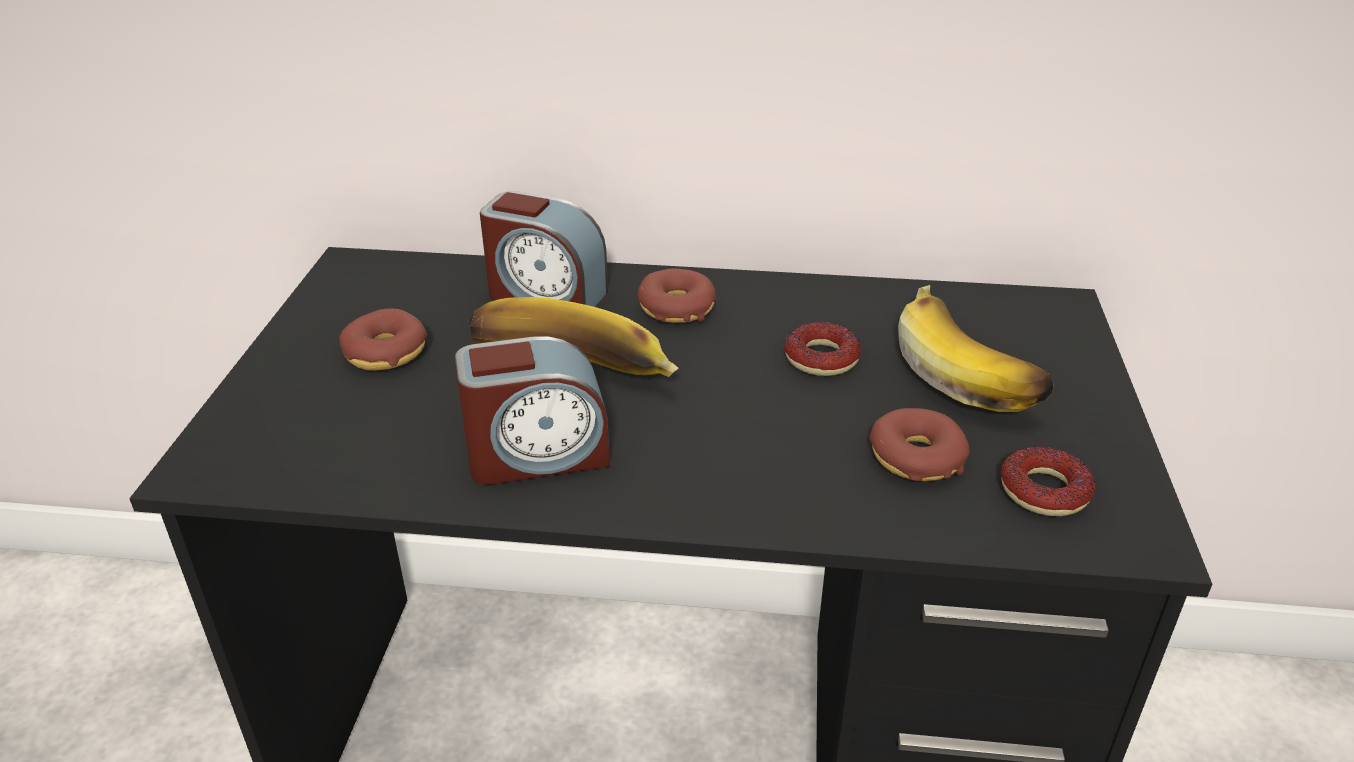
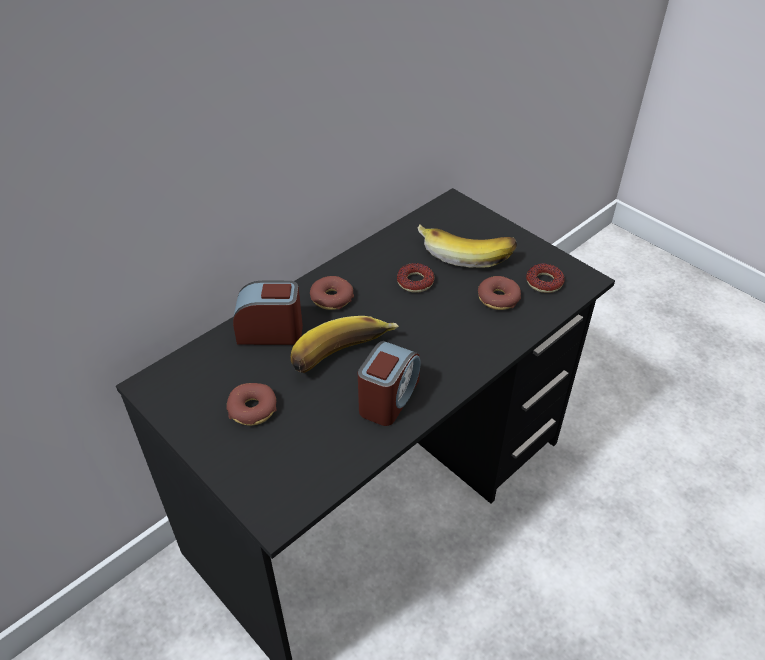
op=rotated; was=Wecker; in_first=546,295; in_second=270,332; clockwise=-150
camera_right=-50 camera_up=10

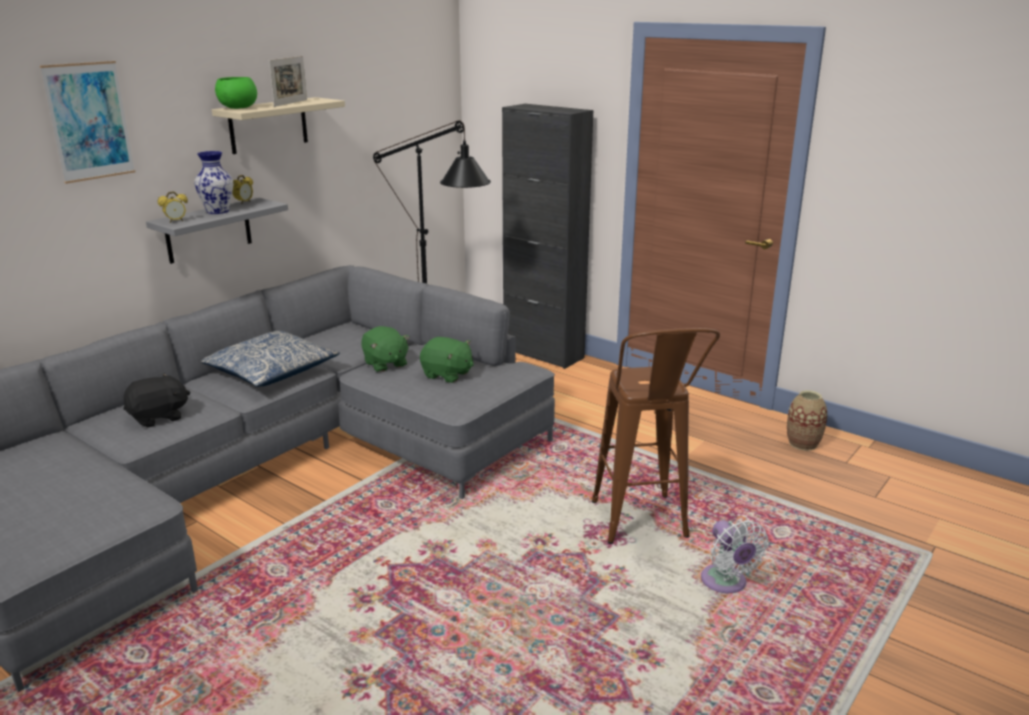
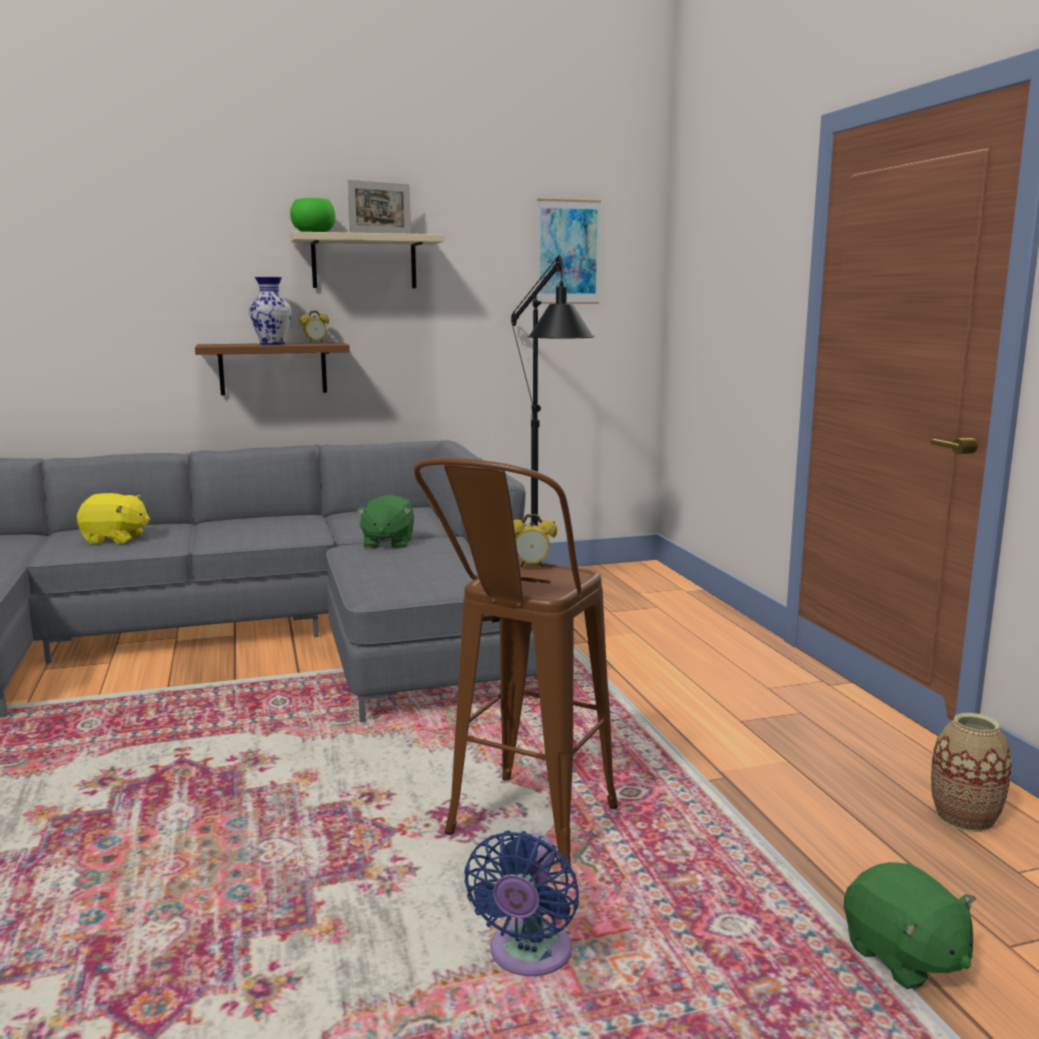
op=shifted; was=Bild; in_first=89,121; in_second=568,252
op=repainted; was=Plüschtier (schwarz); now=Plüschtier (gelb); in_first=159,417; in_second=115,539
op=repainted; was=Wandregal (grau); now=Wandregal (braun); in_first=208,230; in_second=273,368
op=shifted; was=Wecker; in_first=176,221; in_second=531,566
op=gone; was=Kissen; in_first=271,371
op=shifted; was=Plüschtier (grün); in_first=447,375; in_second=904,957
op=gone; was=Schrank (schwarz); in_first=543,353
op=repainted; was=Ventilator (weiß); now=Ventilator (blau); in_first=726,583; in_second=528,956
camera_right=35 camera_up=-10

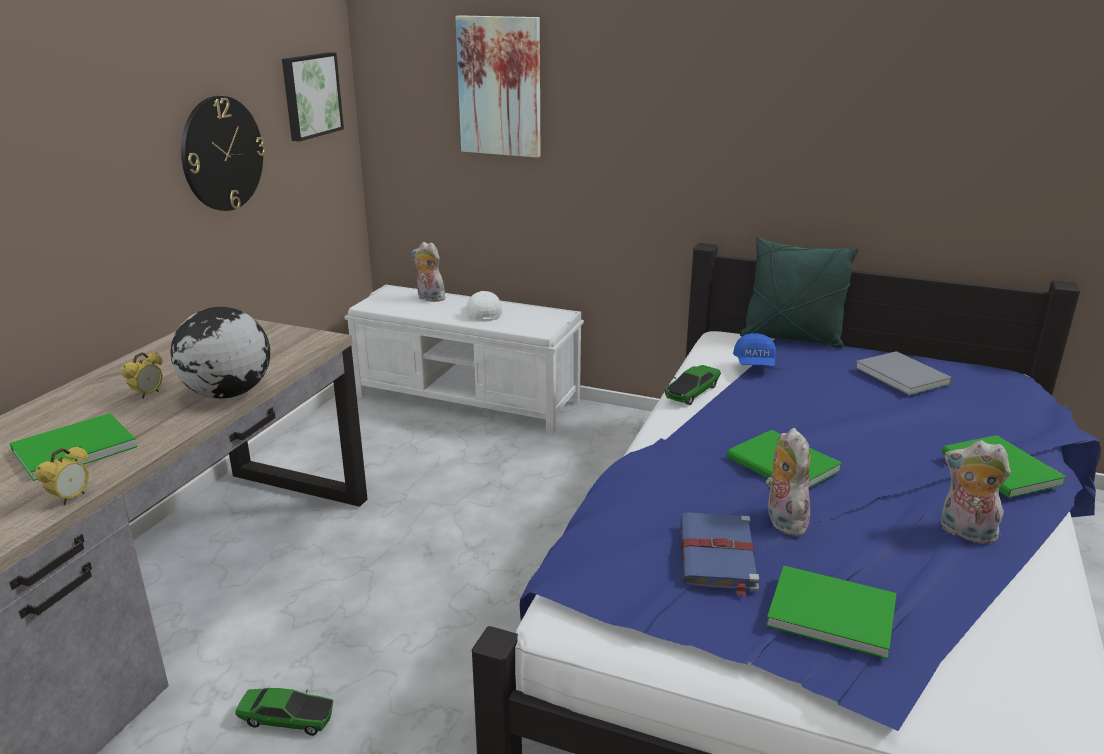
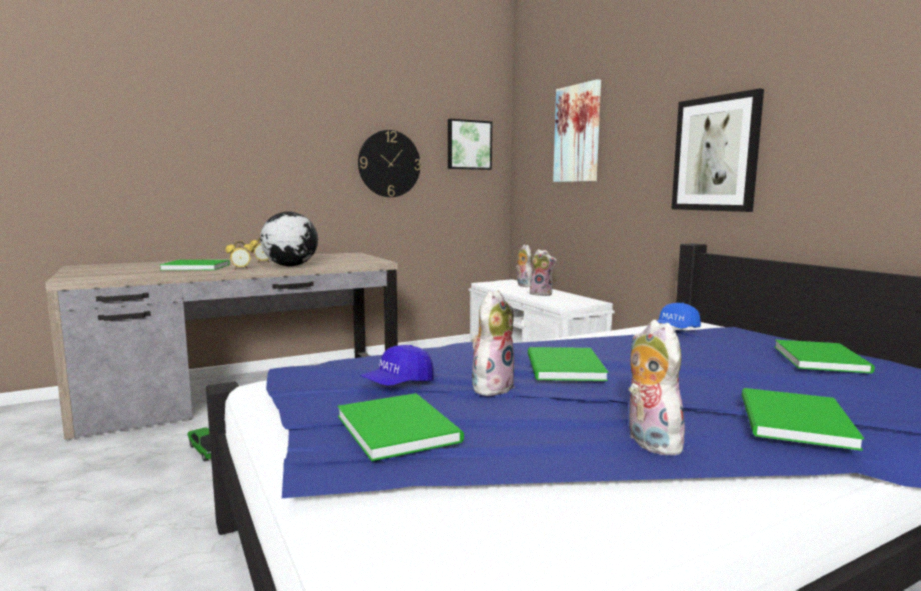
op=shifted; was=Wecker; in_first=71,498; in_second=241,269
op=swapped; was=Kappe (weiß); now=Plüschtier; in_first=483,313; in_second=542,294
op=gone; was=Spielzeugauto; in_first=692,392
op=swapped; was=Buch (blau); now=Kappe (blau); in_first=717,556; in_second=398,384
op=gone; was=Kissen (grün); in_first=791,338
op=repainted; was=Buch (grau); now=Buch (grün); in_first=902,374; in_second=821,358
op=new; now=Bild; in_second=716,154
camera_right=40 camera_up=-15

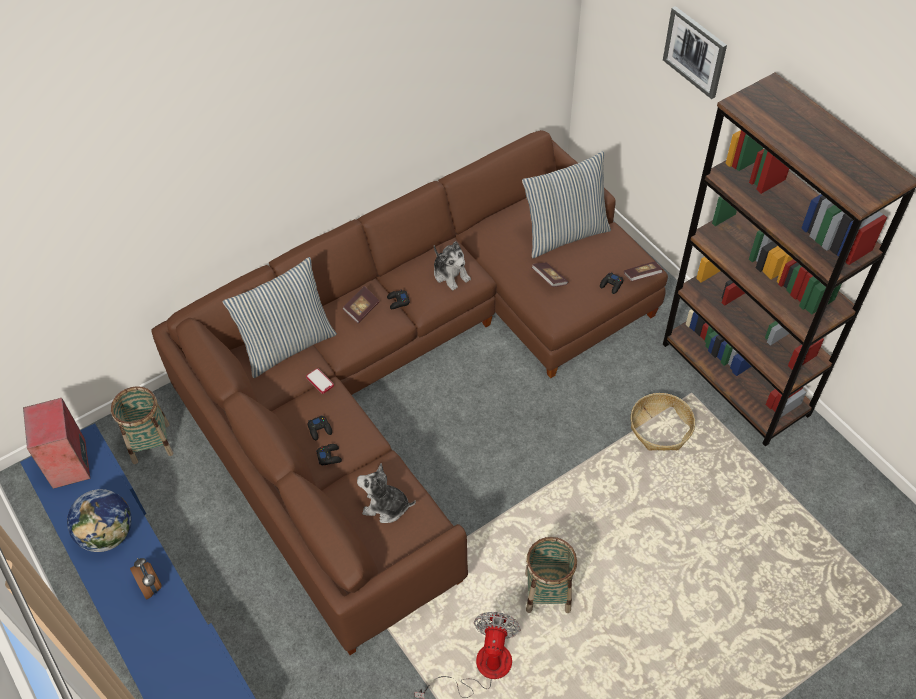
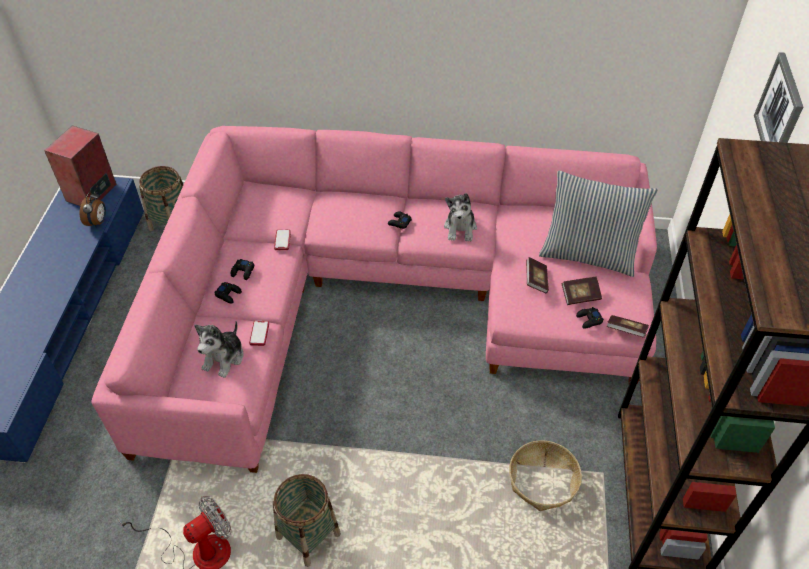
op=gone; was=Globus; in_first=108,534
op=shifted; was=Wecker; in_first=151,586; in_second=98,222
op=repainted; was=Sofa (braun); now=Sofa (rosa); in_first=410,375; in_second=384,296
op=gone; was=Kissen; in_first=287,345
op=shifted; was=Buch; in_first=361,309; in_second=580,296
op=rotated; was=Plüschtier; in_first=386,506; in_second=224,358; clockwise=-120
op=new; now=Handy; in_second=259,333
camera_right=40 camera_up=-5

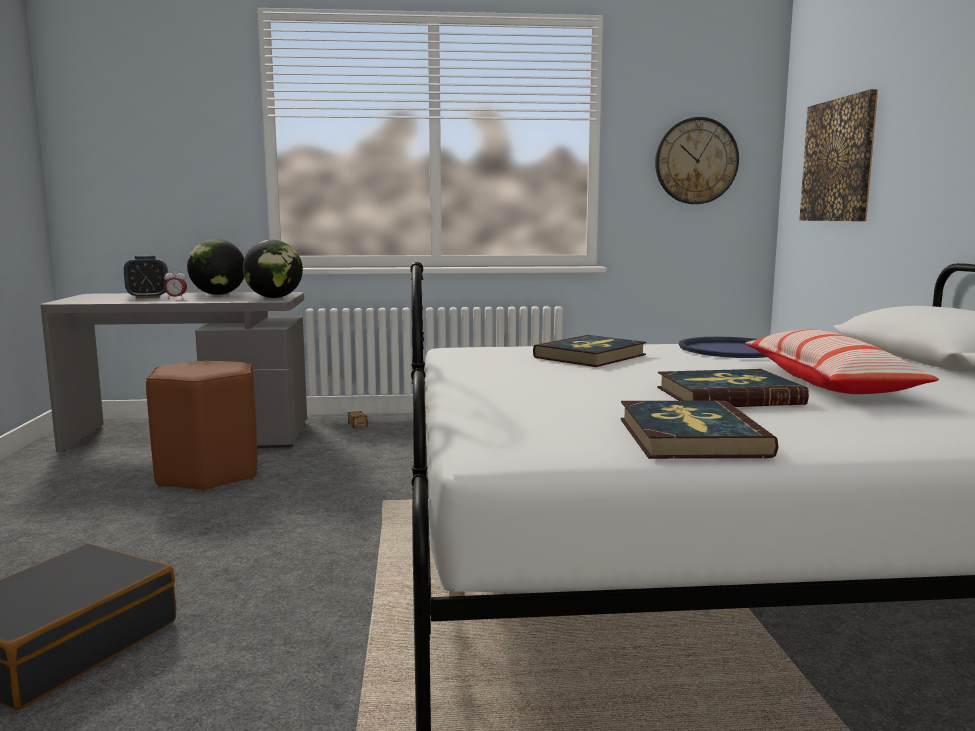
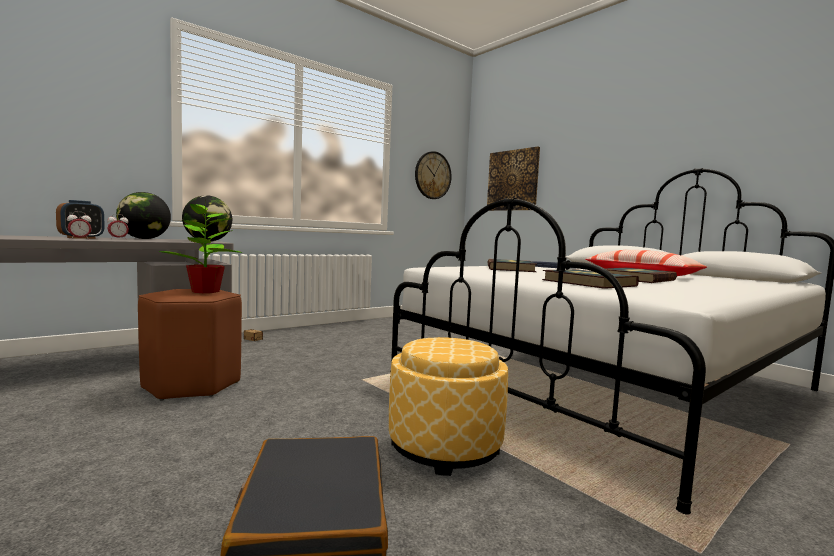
op=shifted; was=Buch; in_first=690,437; in_second=588,283
op=new; now=Wecker; in_second=79,239
op=new; now=Topfpflanze; in_second=205,291
op=new; now=Polsterhocker; in_second=445,446
camera_right=-35 camera_up=-5

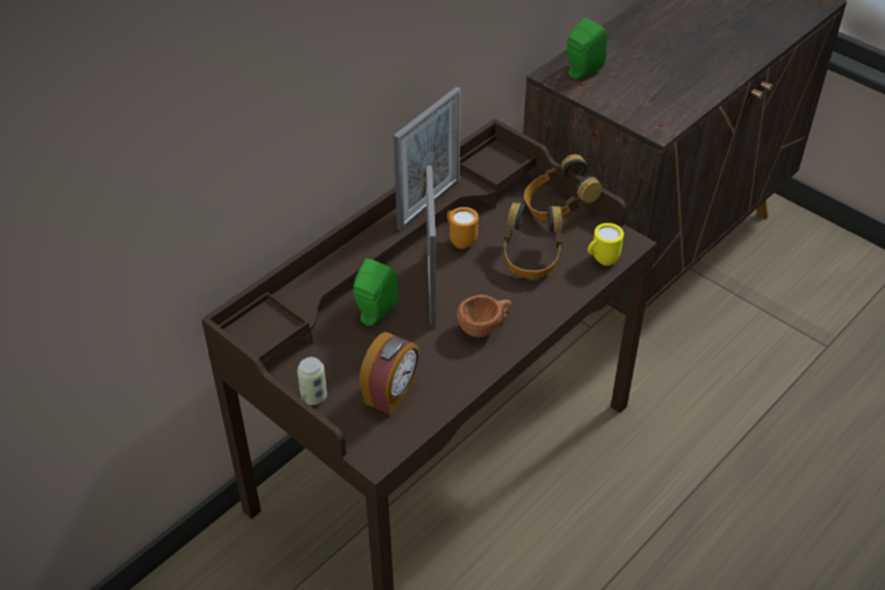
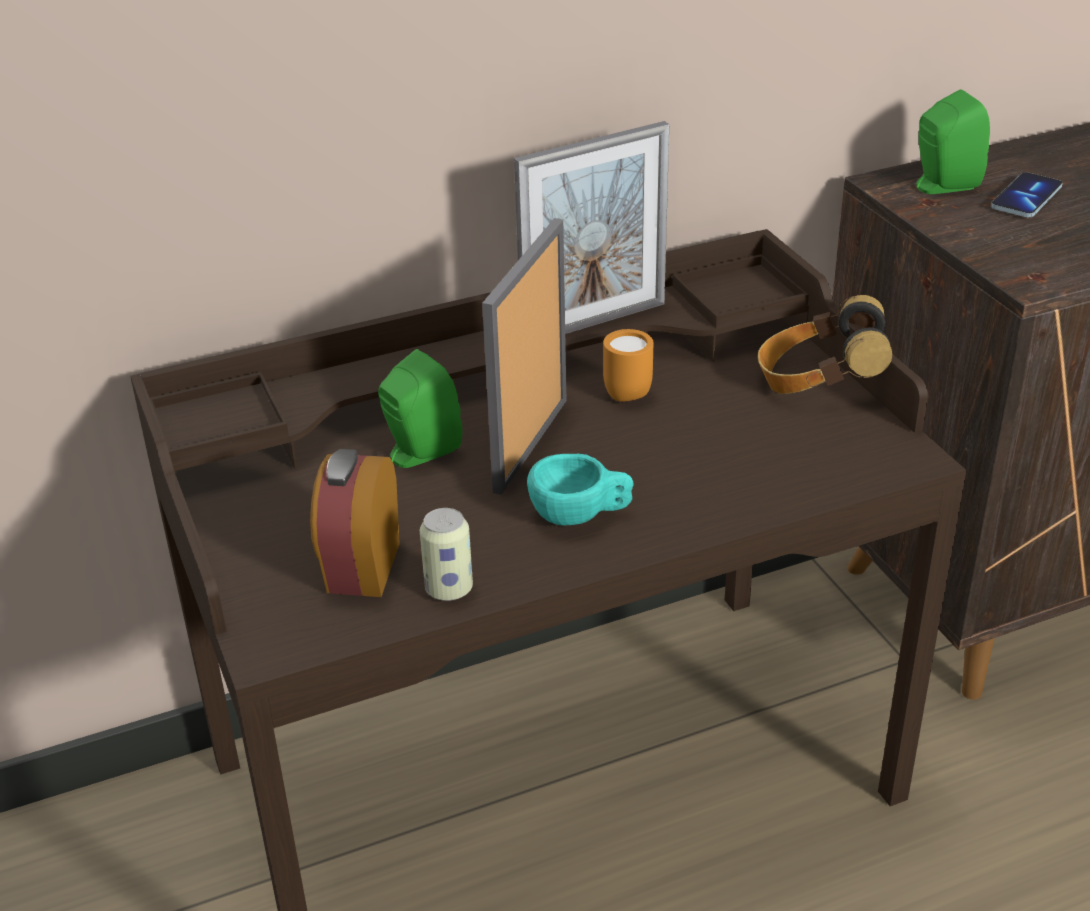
op=shifted; was=Dose; in_first=314,397; in_second=449,589
op=rotated; was=Wecker; in_first=391,394; in_second=361,567; clockwise=135
op=repainted; was=Tasse (braun); now=Tasse (türkis); in_first=485,327; in_second=580,515
op=gone; was=Kopfhörer; in_first=531,258
op=gone; was=Henkelbecher (gelb); in_first=601,261
op=new; now=Handy; in_second=1026,198
camera_right=25 camera_up=-10

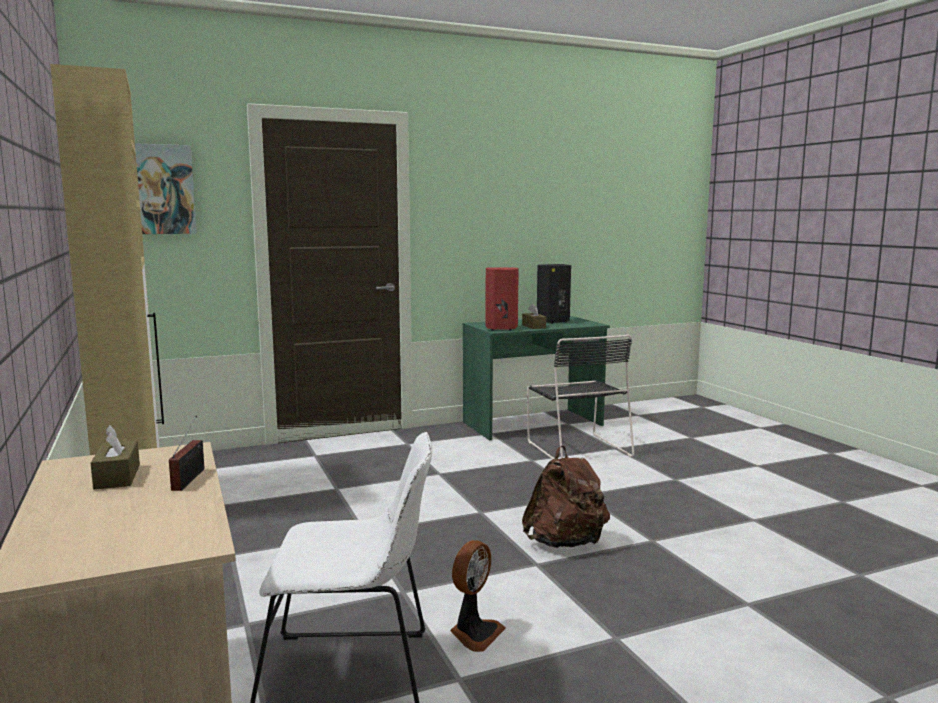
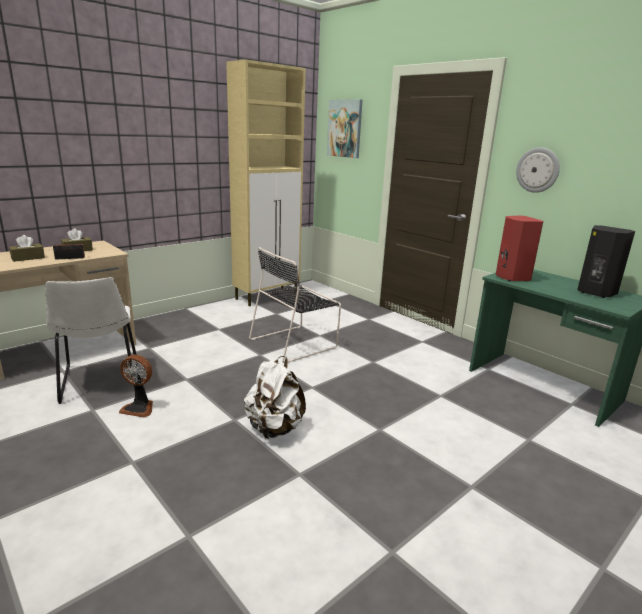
op=shifted; was=Taschentuchbox (braun); in_first=533,326; in_second=28,258
op=repainted; was=Rucksack (braun); now=Rucksack (weiß); in_first=565,543; in_second=274,428
op=shifted; was=Stuhl (schwarz); in_first=577,448; in_second=295,343
op=new; now=Wanduhr; in_second=538,170
camera_right=70 camera_up=10

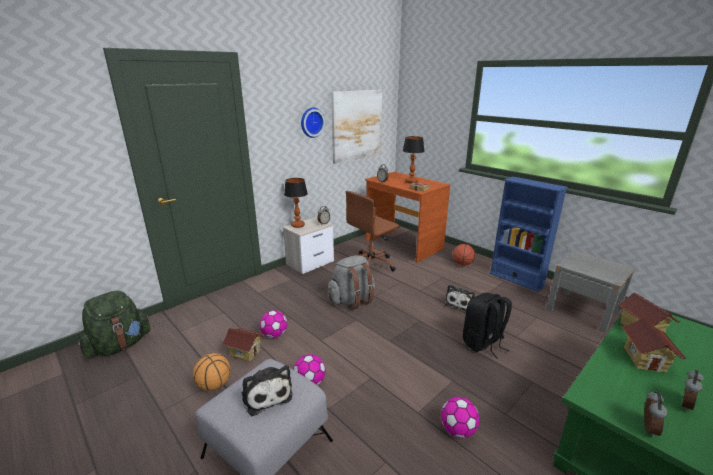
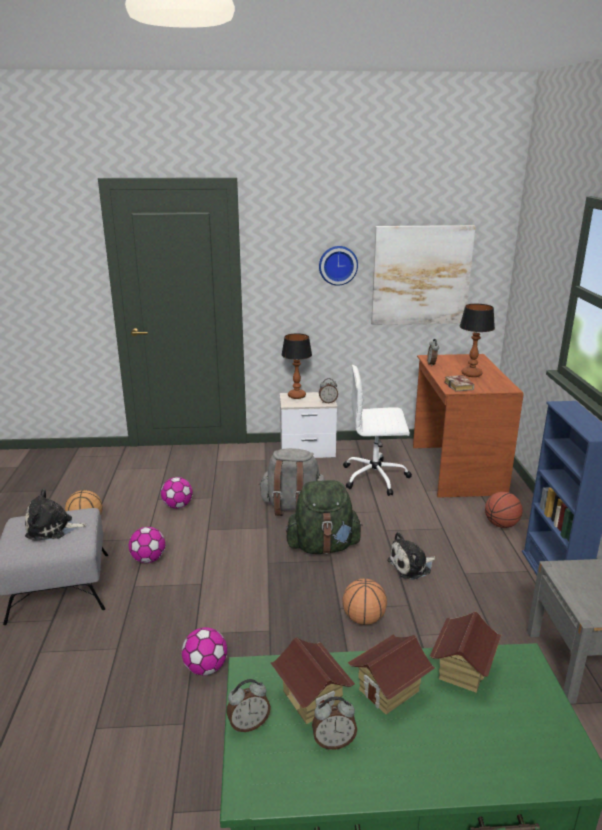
op=shifted; was=Rucksack (grün); in_first=119,345; in_second=323,546
op=shifted; was=Spielzeughaus; in_first=245,352; in_second=311,699
op=rotated; was=Plüschtier; in_first=266,394; in_second=52,528; clockwise=75
op=repainted; was=Bürostuhl (braun); now=Bürostuhl (weiß); in_first=371,264; in_second=376,477
op=swapped; was=Rucksack (schwarz); now=Basketball; in_first=483,343; in_second=363,619
camera_right=40 camera_up=0

